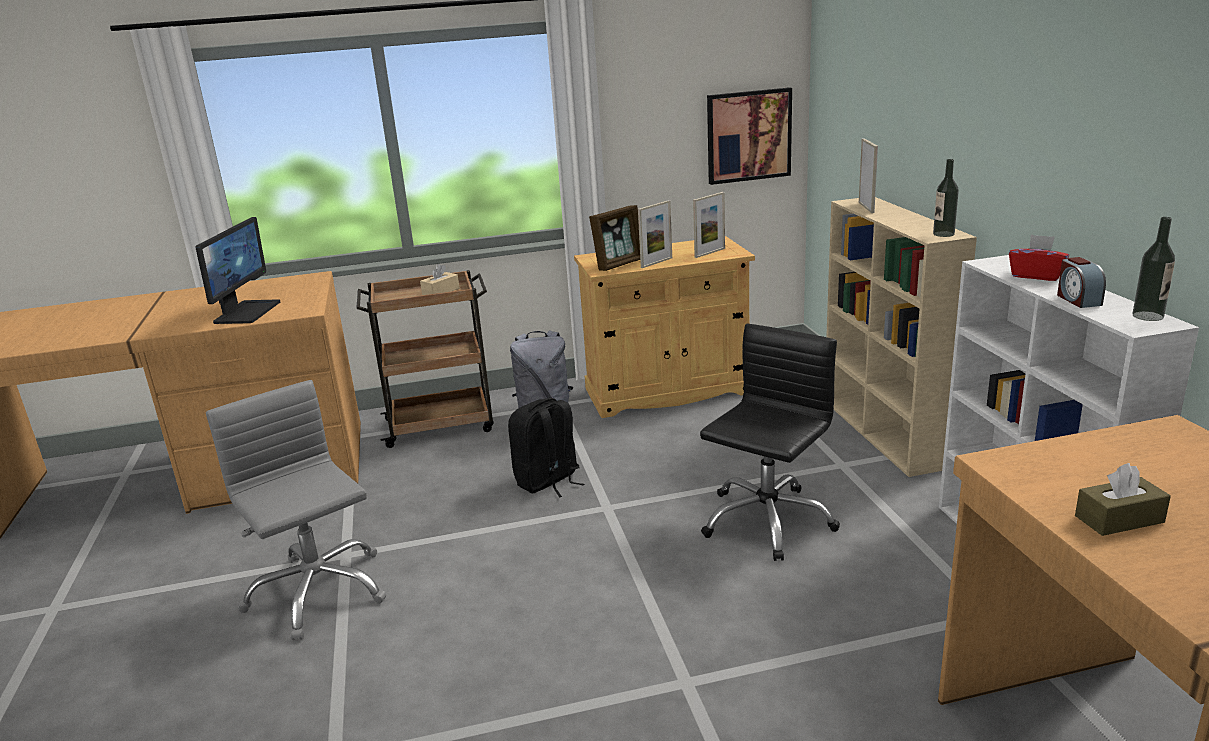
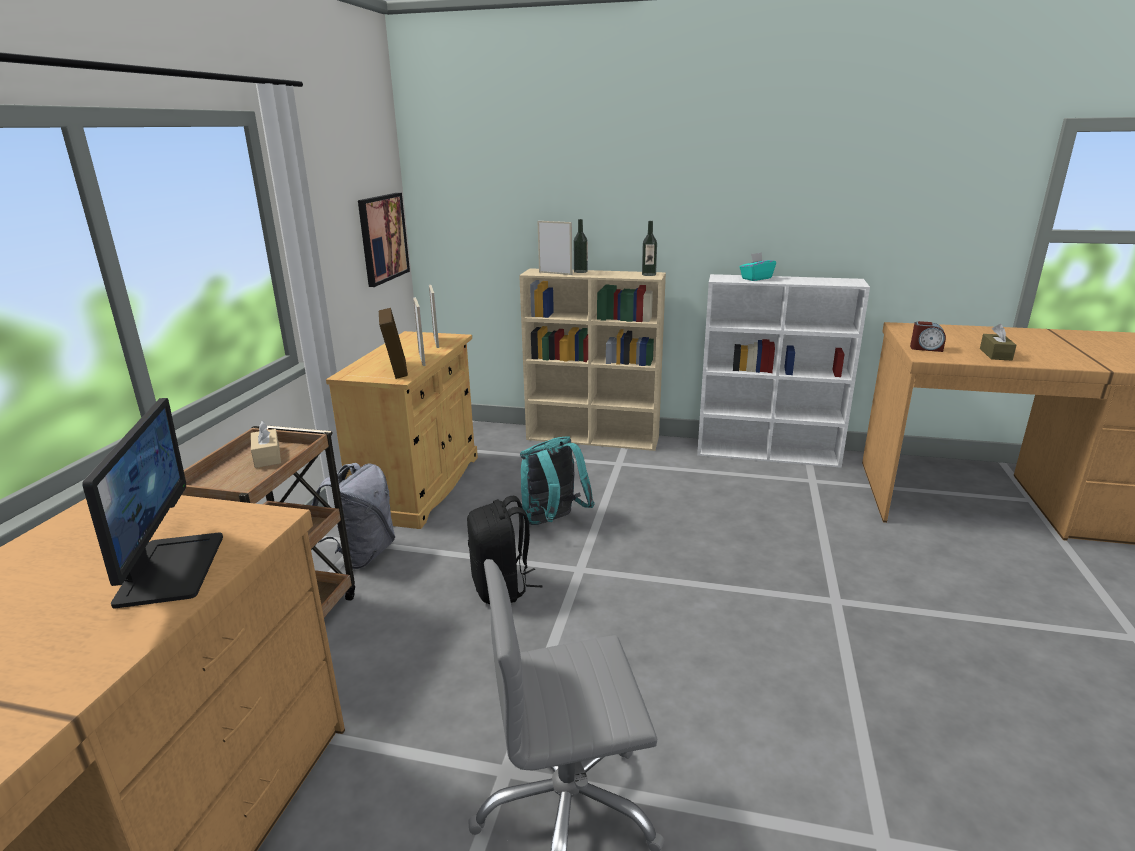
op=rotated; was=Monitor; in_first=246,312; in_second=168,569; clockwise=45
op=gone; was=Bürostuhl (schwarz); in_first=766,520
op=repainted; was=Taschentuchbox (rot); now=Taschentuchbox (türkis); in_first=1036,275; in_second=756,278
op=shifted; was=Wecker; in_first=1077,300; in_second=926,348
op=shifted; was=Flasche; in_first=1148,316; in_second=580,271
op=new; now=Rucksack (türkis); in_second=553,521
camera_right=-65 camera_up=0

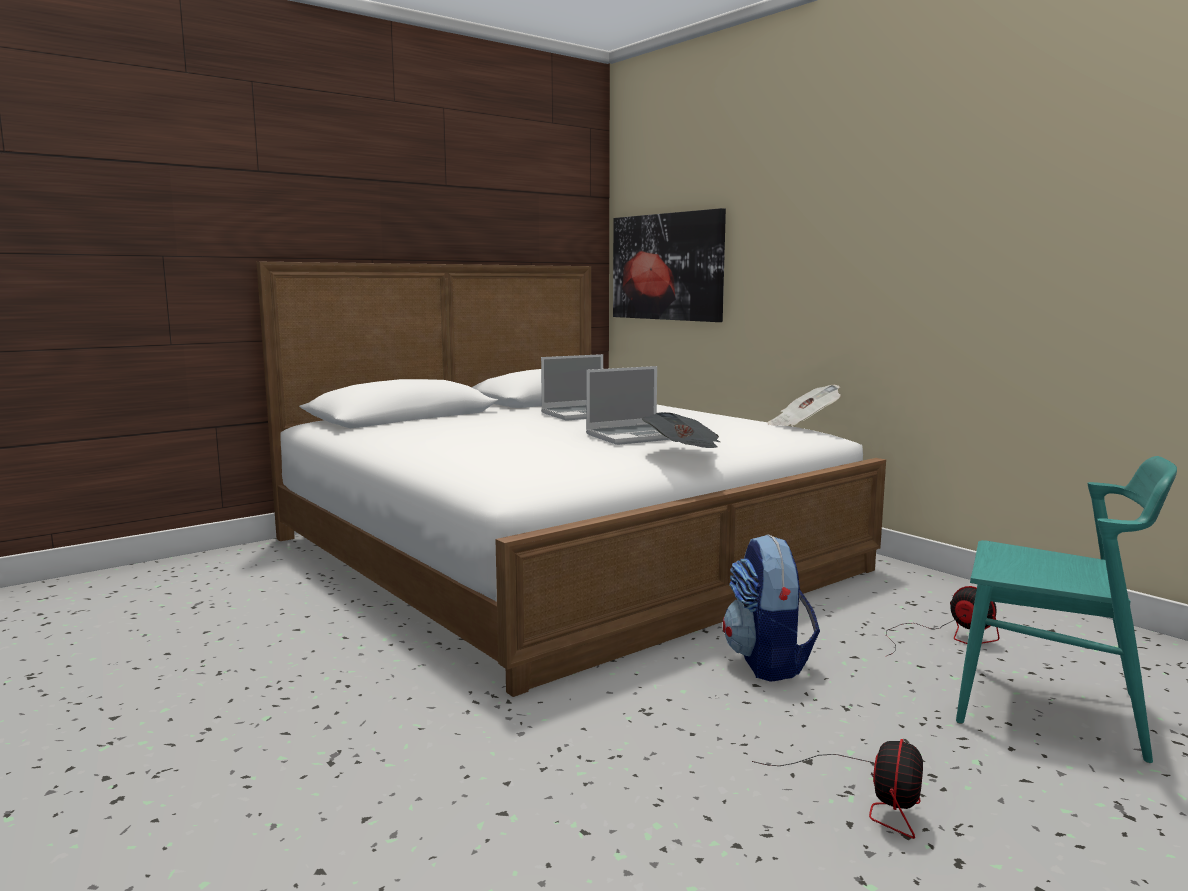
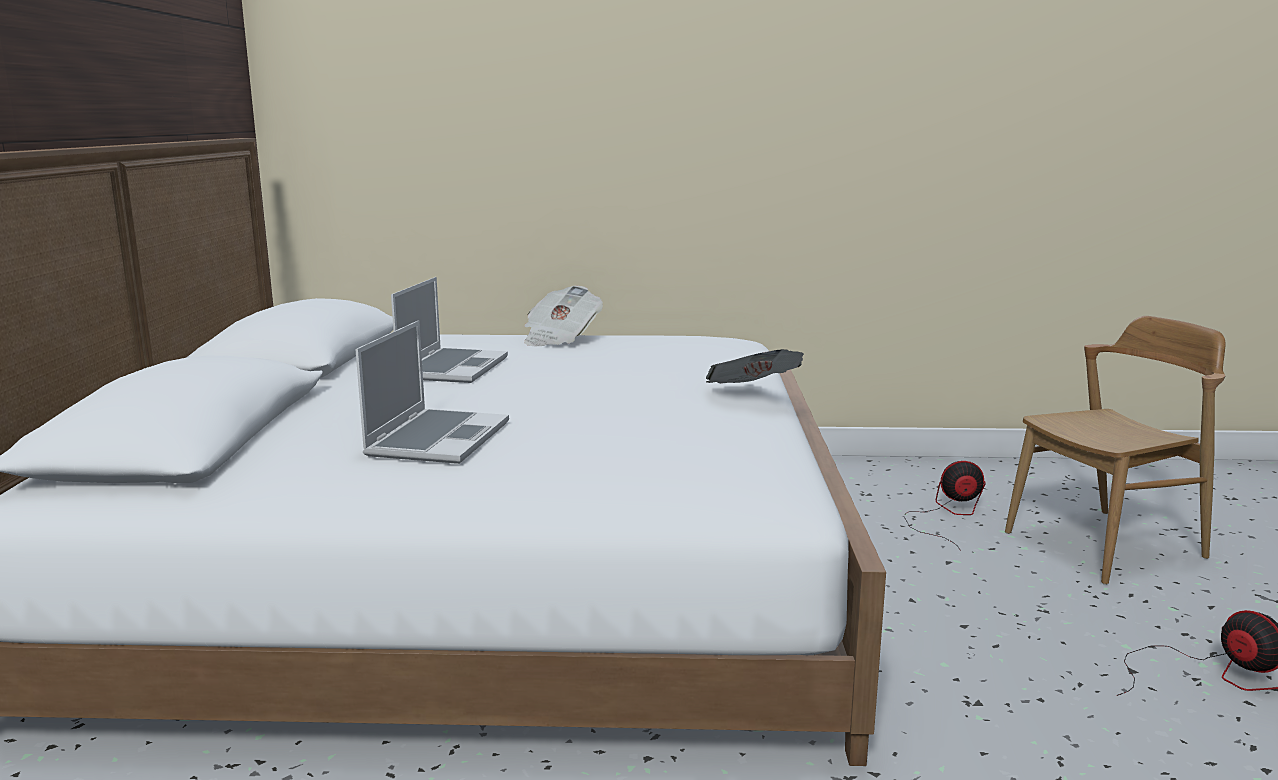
op=shifted; was=Laptop; in_first=636,436; in_second=437,439
op=gone; was=Bild; in_first=667,267
op=gone; was=Rucksack; in_first=768,662
op=shifted; was=Zeitung; in_first=803,424; in_second=560,339
op=repainted; was=Stuhl (türkis); now=Stuhl (braun); in_first=1049,709; in_second=1105,545
camera_right=-50 camera_up=5

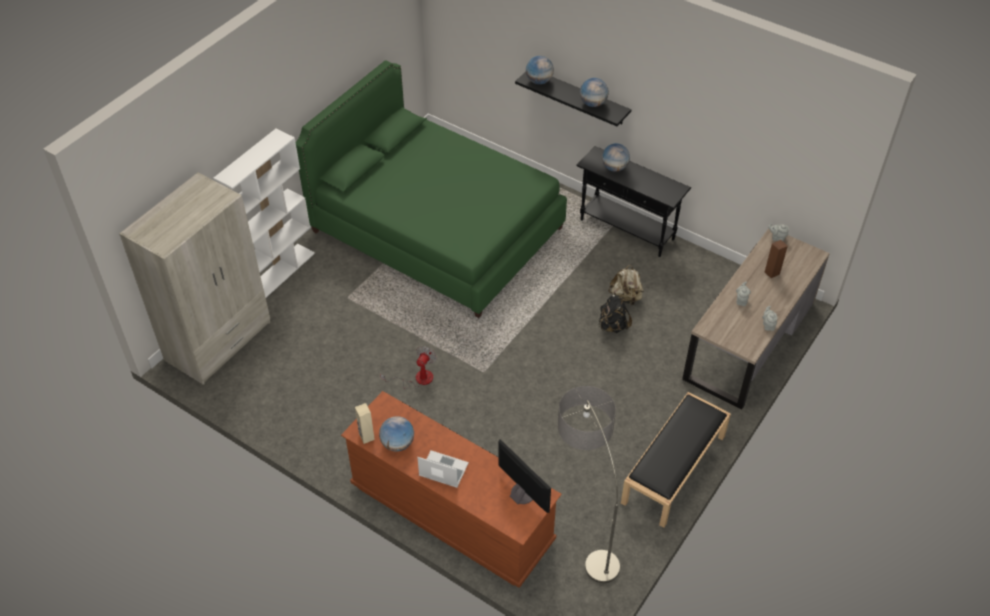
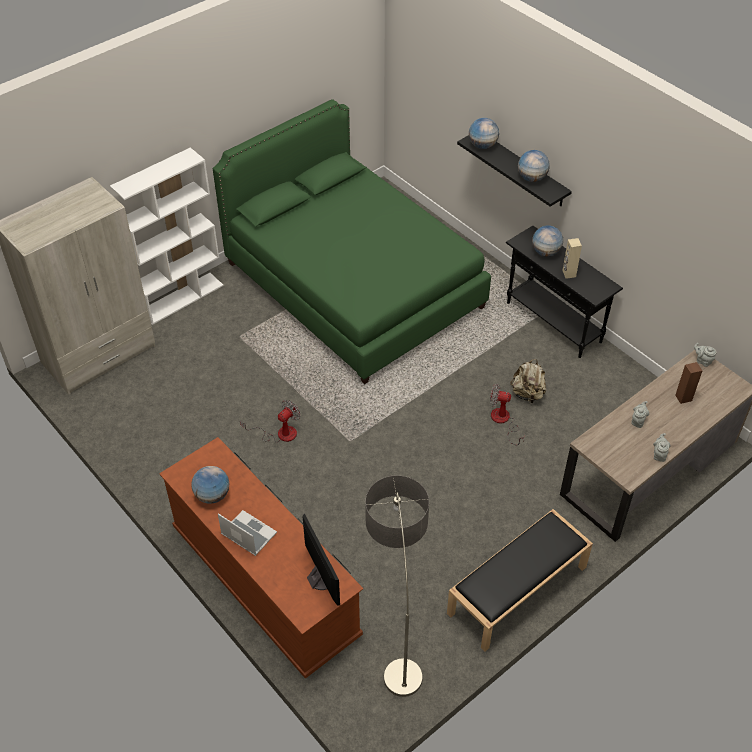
op=shifted; was=Lautsprecher (beige); in_first=366,437; in_second=568,274
op=swapped; was=Rucksack (schwarz); now=Ventilator; in_first=613,326; in_second=503,421
camera_right=15 camera_up=0

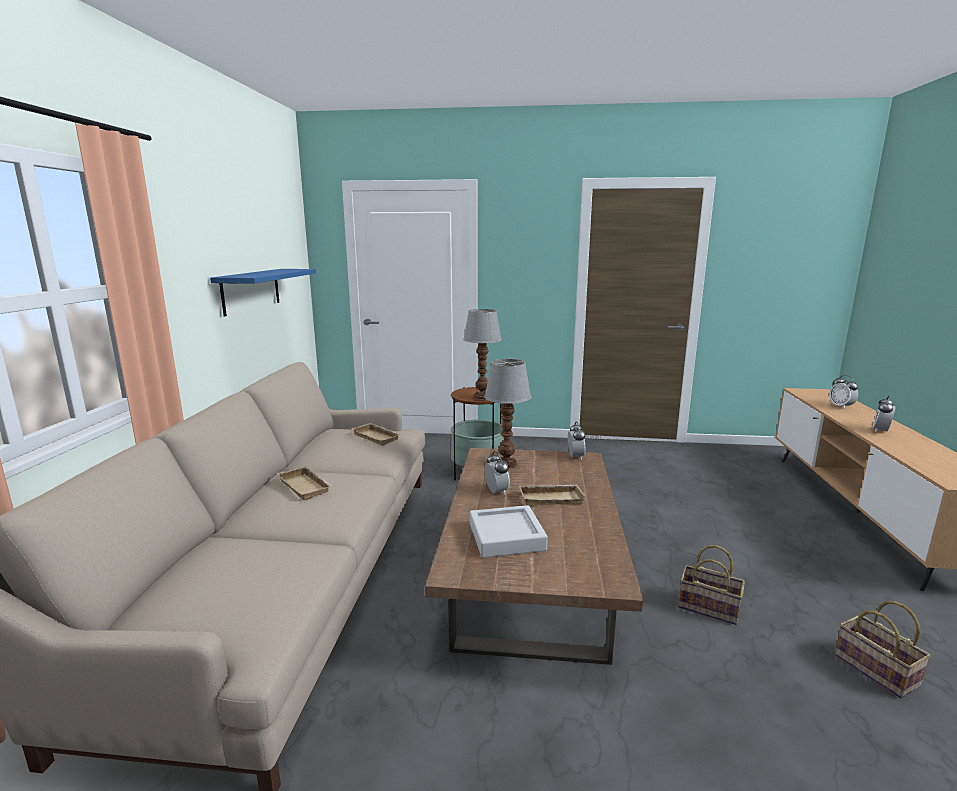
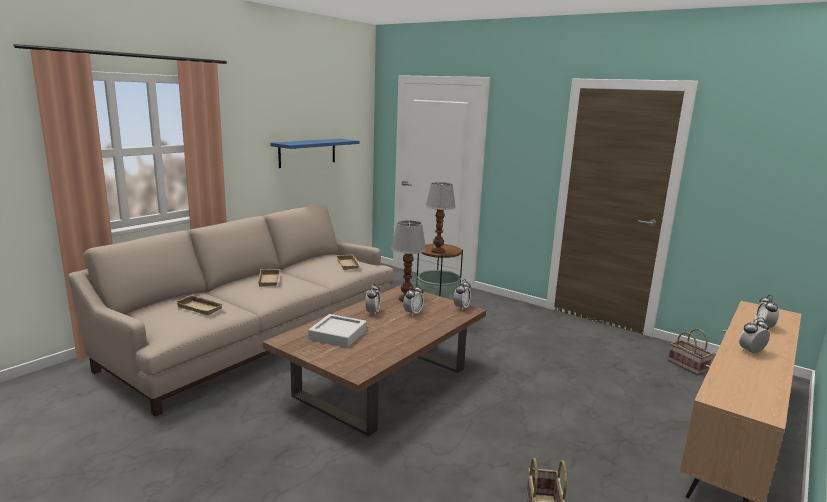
op=shifted; was=Tablett (beige); in_first=551,498; in_second=201,307
op=shifted; was=Korb; in_first=710,608; in_second=689,366
op=new; now=Wecker; in_second=413,313
camera_right=30 camera_up=0

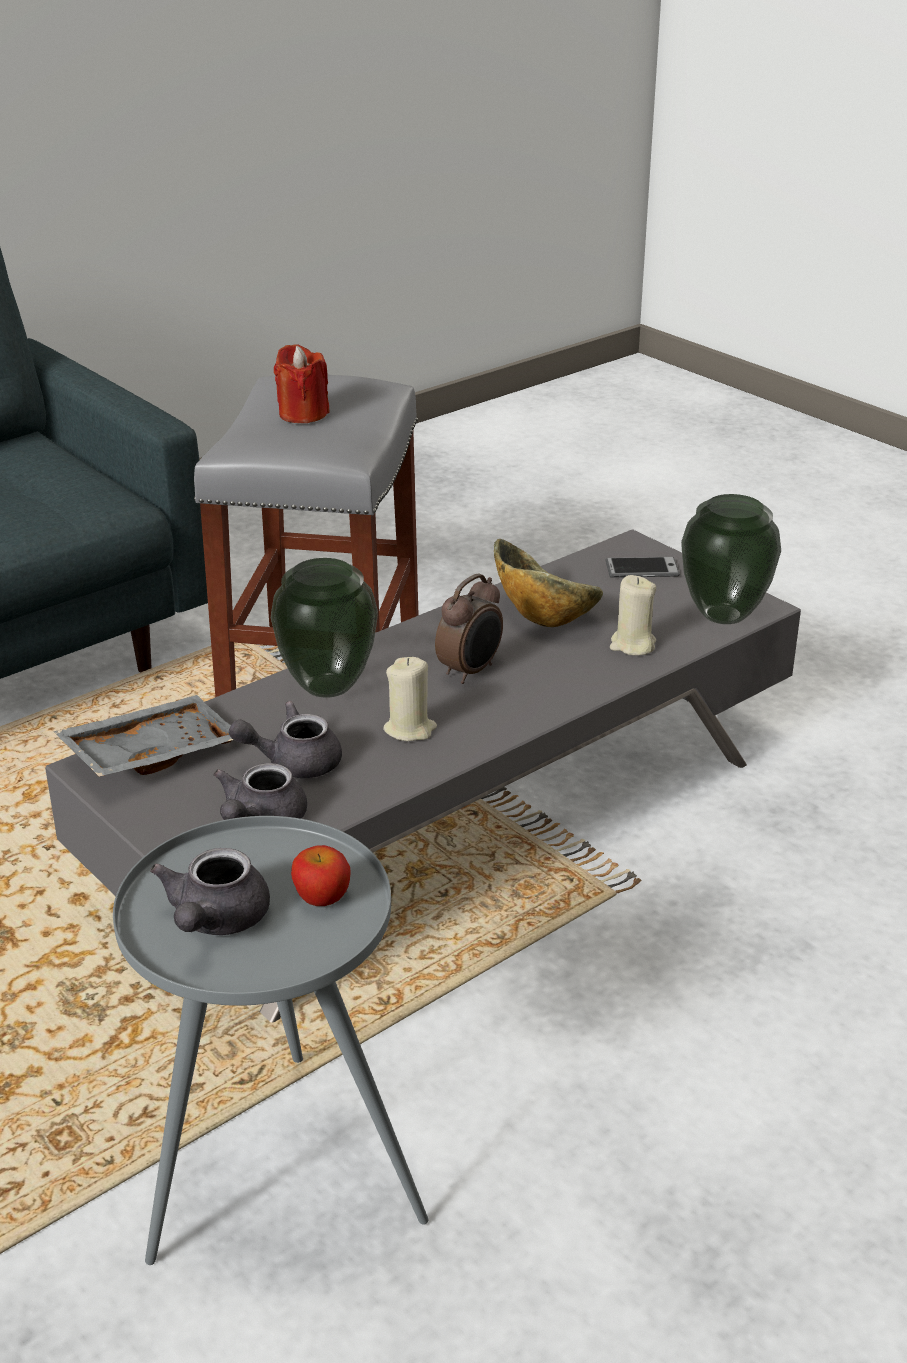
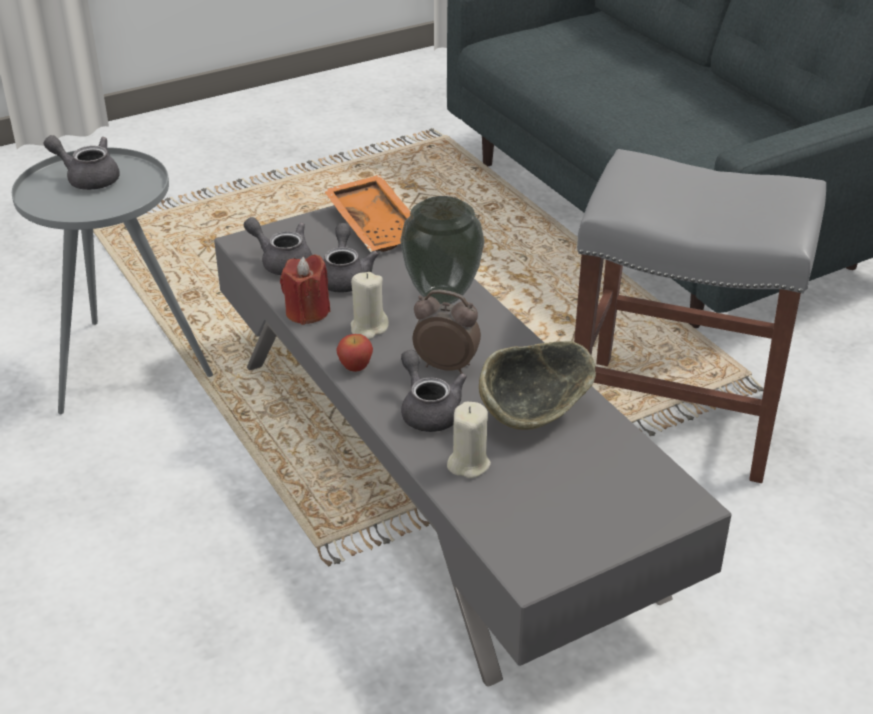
op=repainted; was=Tablett (grau); now=Tablett (orange); in_first=151,753; in_second=378,225
op=shifted; was=Kerze (rot); in_first=303,414; in_second=307,312
op=shifted; was=Apfel; in_first=321,898; in_second=355,366
op=rotated; was=Wecker; in_first=471,671; in_second=446,365; clockwise=150
op=gone; was=Handy; in_first=642,569
op=gone; was=Vase; in_first=725,616
op=new; now=Teekanne (grau); in_second=428,410
camera_right=100 camera_up=5

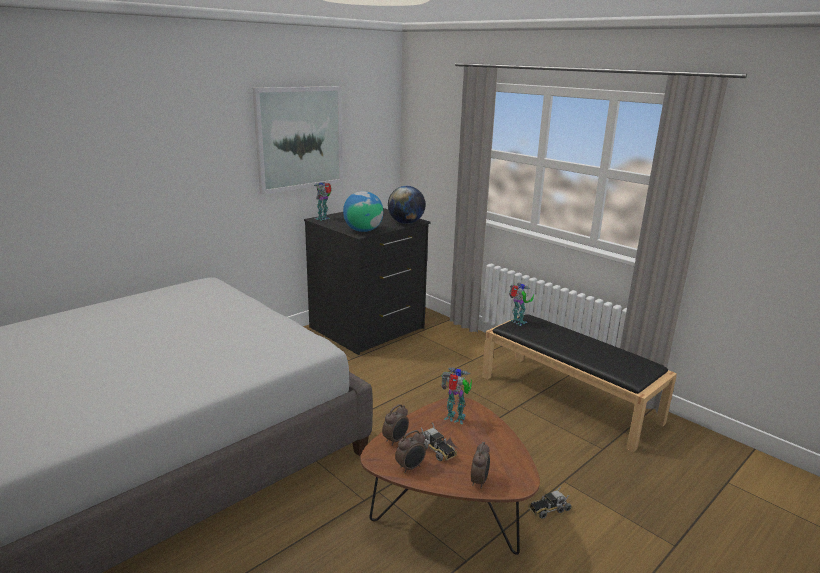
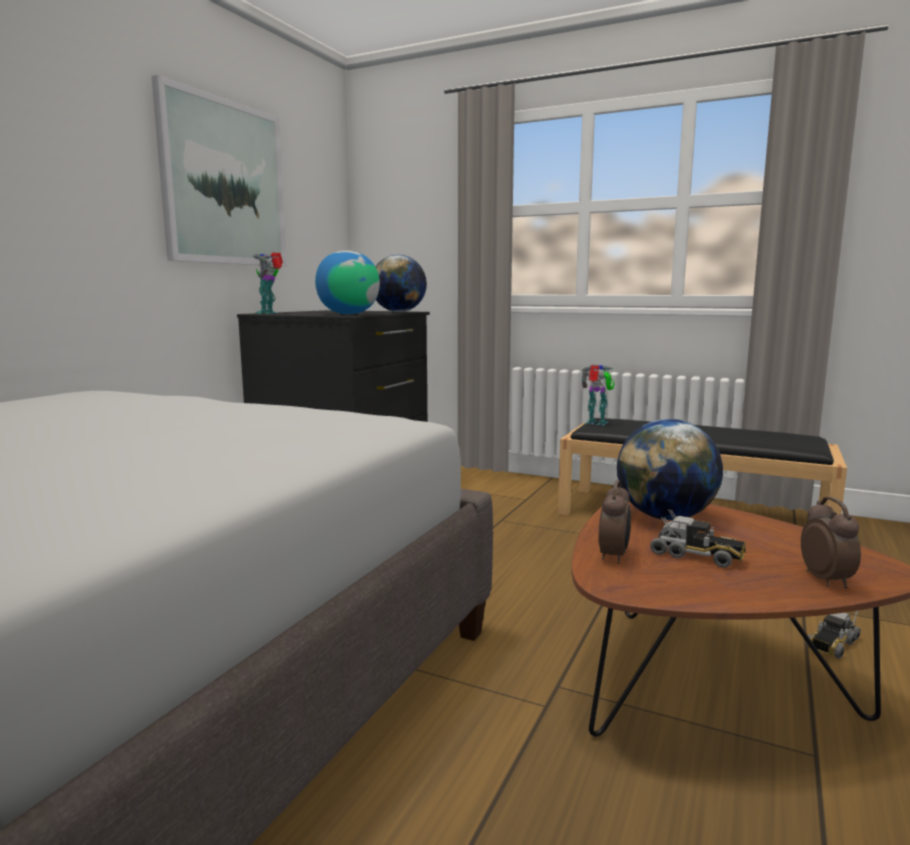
op=gone; was=Wecker; in_first=410,467
op=swapped; was=Spielzeugroboter; now=Globus; in_first=455,419; in_second=665,517
camera_right=-20 camera_up=-10

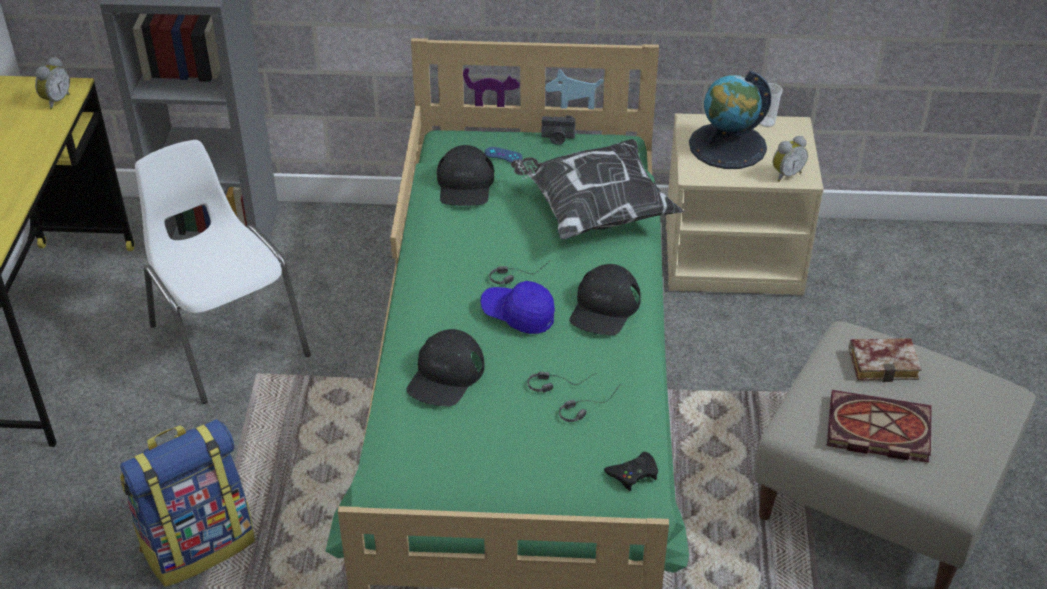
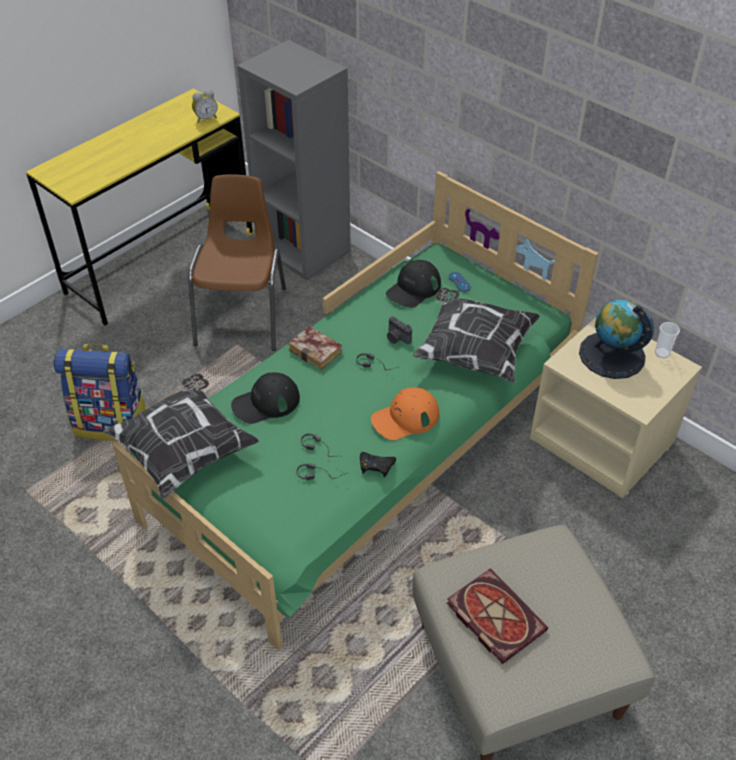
op=repainted; was=Stuhl (weiß); now=Stuhl (braun); in_first=227,339; in_second=243,315
op=gone; was=Kappe (blau); in_first=518,315
op=shifted; was=Kamera; in_first=558,138; in_second=397,338
op=repainted; was=Kappe (schwarz); now=Kappe (orange); in_first=604,307; in_second=405,418
op=shifted; was=Gamepad (schwarz); in_first=633,474; in_second=376,466
op=gone; was=Wecker; in_first=786,174
op=shifted; was=Buch; in_first=885,363; in_second=317,351
op=new; now=Kissen; in_second=185,450
camera_right=40 camera_up=5

